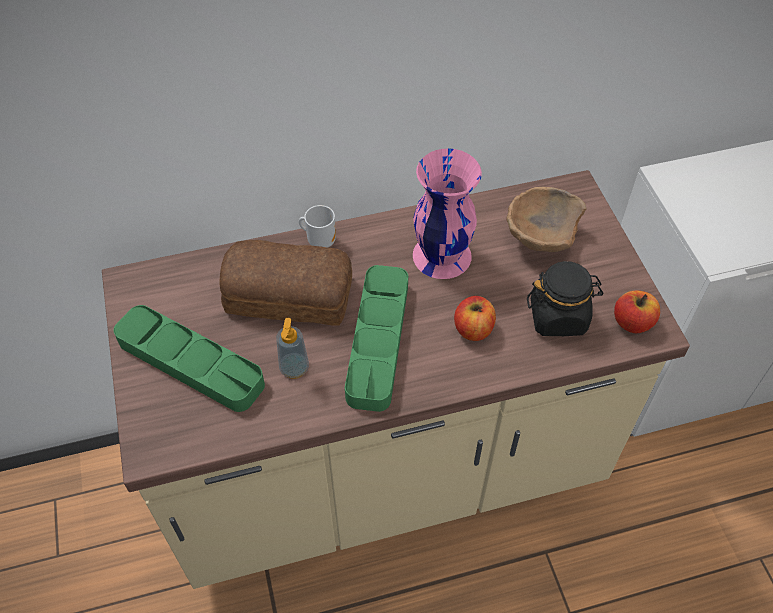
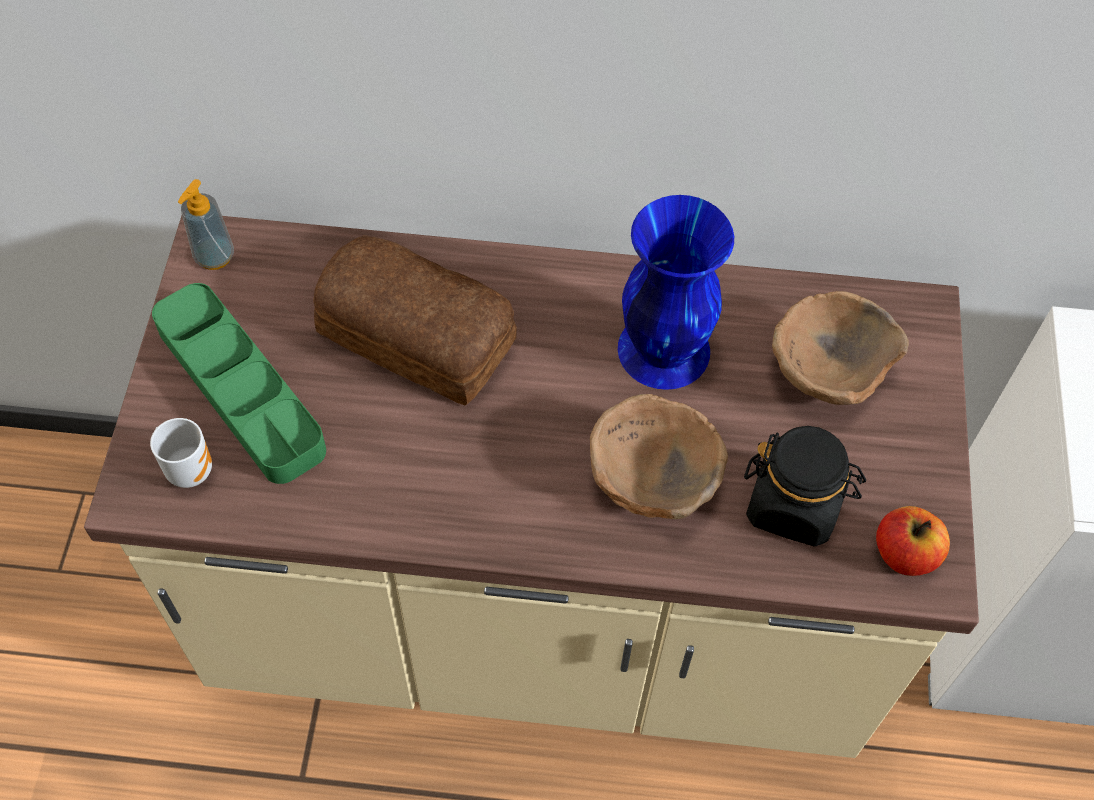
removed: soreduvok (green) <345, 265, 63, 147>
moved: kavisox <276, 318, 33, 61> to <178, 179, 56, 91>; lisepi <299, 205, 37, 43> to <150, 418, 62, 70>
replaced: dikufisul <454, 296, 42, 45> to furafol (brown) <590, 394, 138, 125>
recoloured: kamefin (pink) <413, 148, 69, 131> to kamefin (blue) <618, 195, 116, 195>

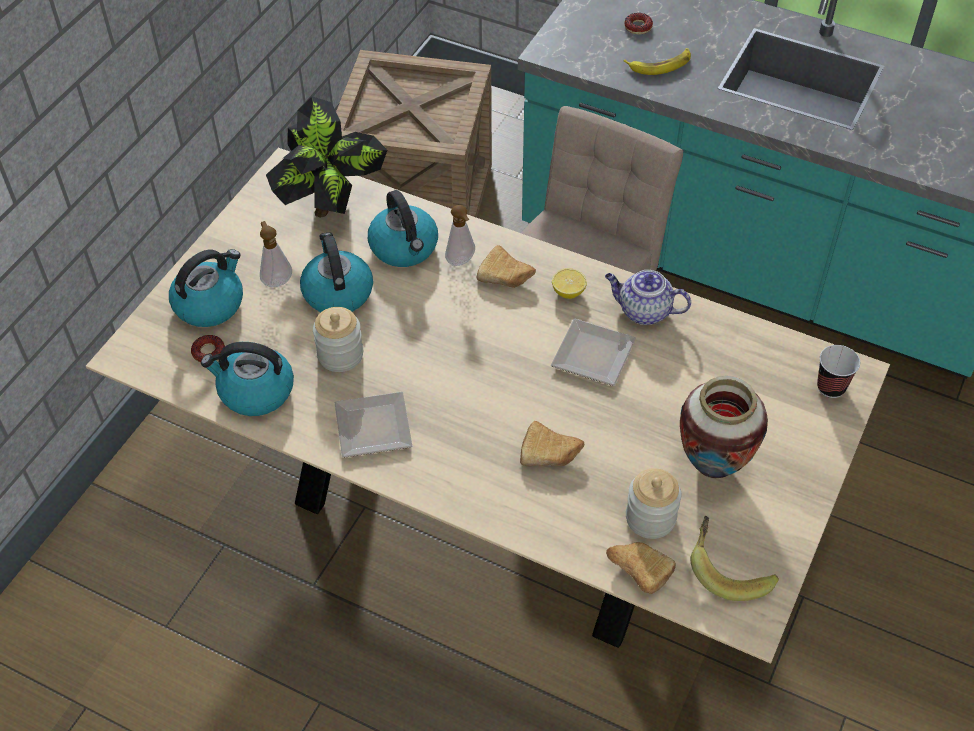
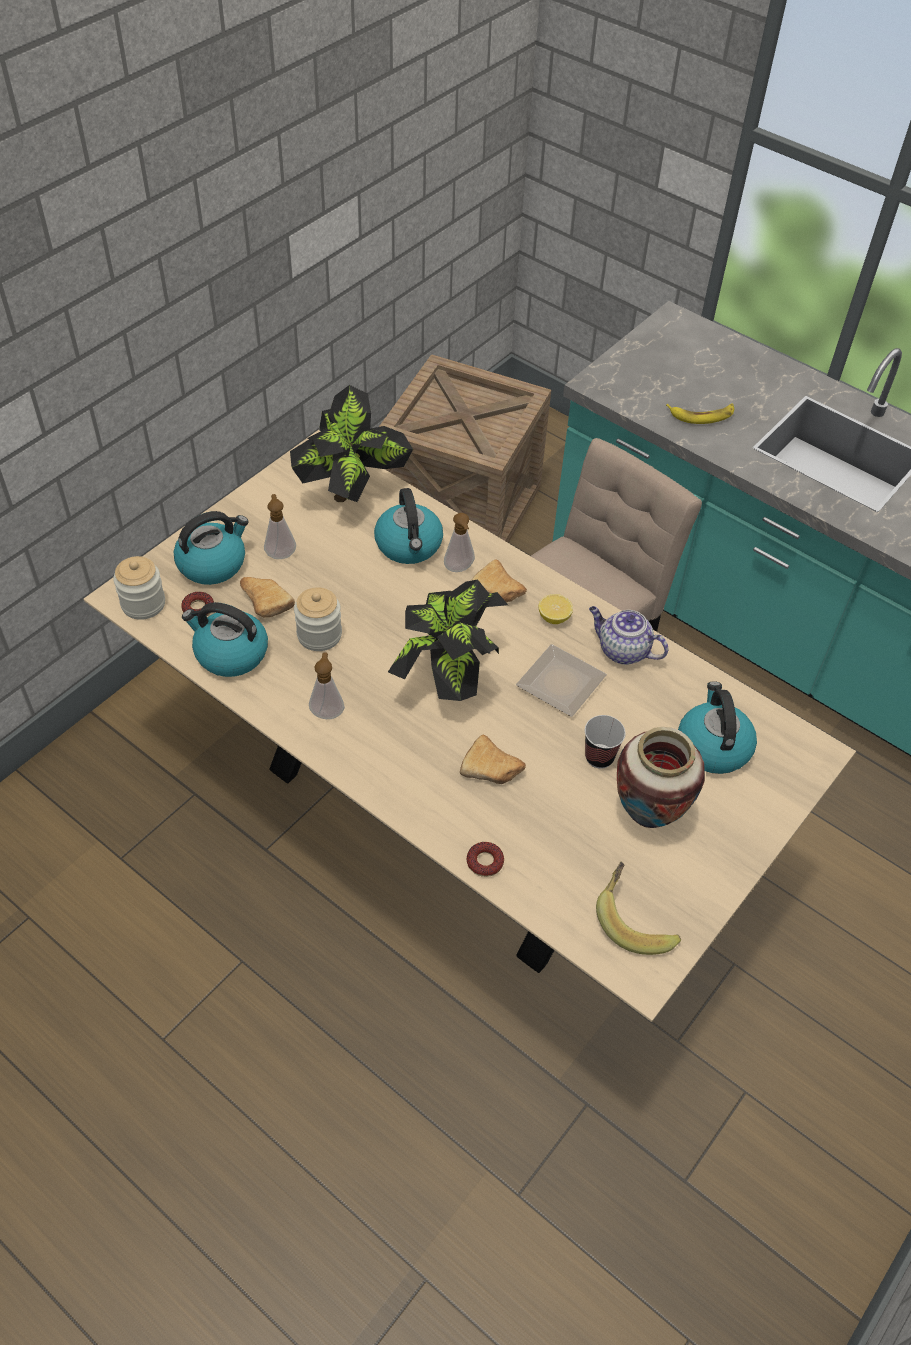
added: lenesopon <388, 579, 120, 122>
moved: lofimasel <300, 232, 73, 80> to <678, 681, 79, 93>; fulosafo <606, 542, 70, 52> to <240, 577, 55, 41>; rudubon <624, 13, 29, 21> to <467, 842, 37, 35>; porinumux <626, 468, 55, 71> to <113, 556, 52, 64>; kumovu <817, 345, 43, 53> to <585, 715, 41, 54>
replaced: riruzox <334, 392, 78, 66> to kavisox <309, 652, 36, 67>

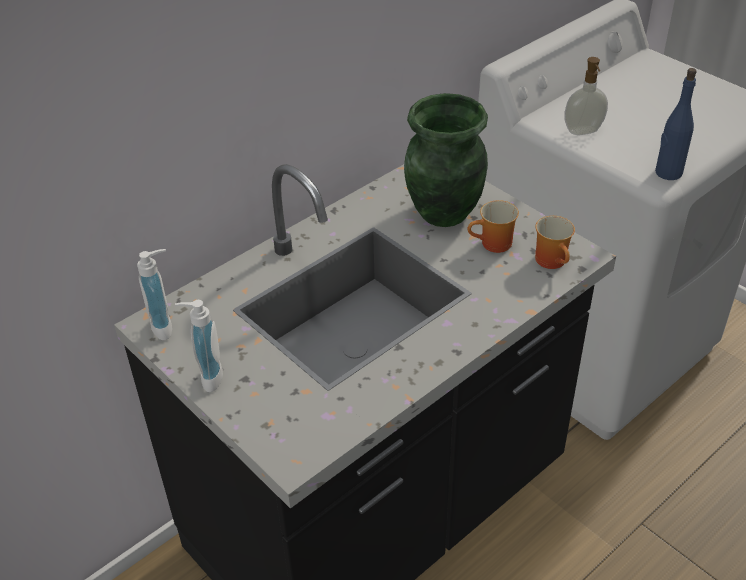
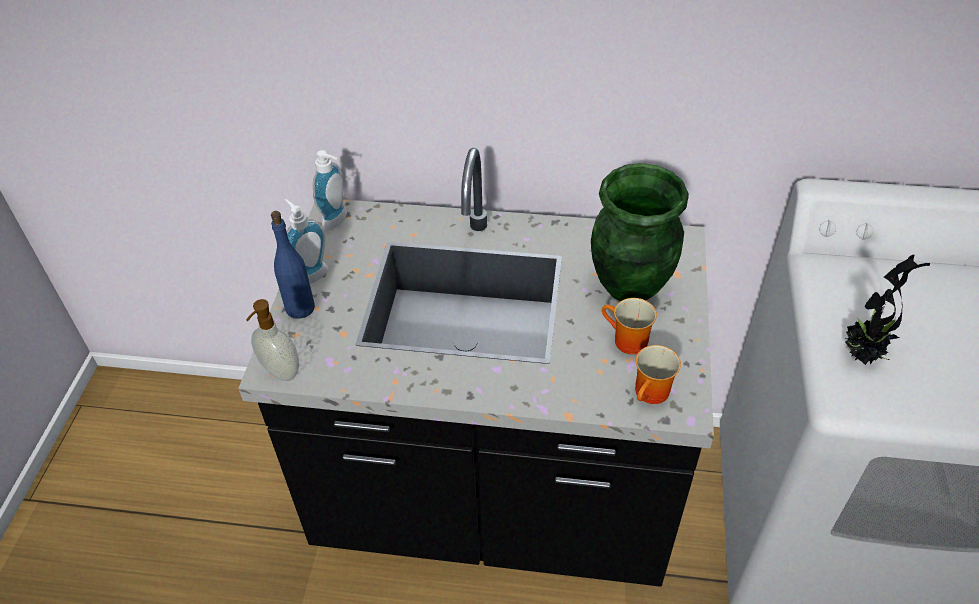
added: lenesopon <845, 255, 85, 110>
moved: kavisox <564, 57, 44, 78> to <246, 299, 54, 82>; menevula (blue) <655, 68, 42, 112> to <271, 211, 44, 108>

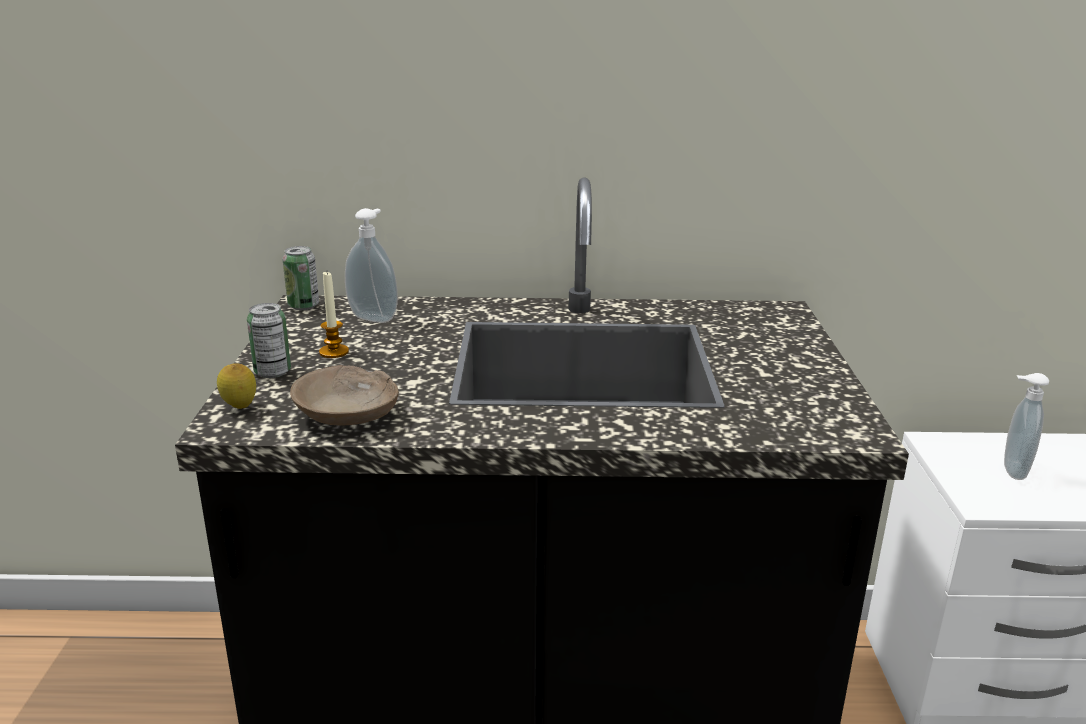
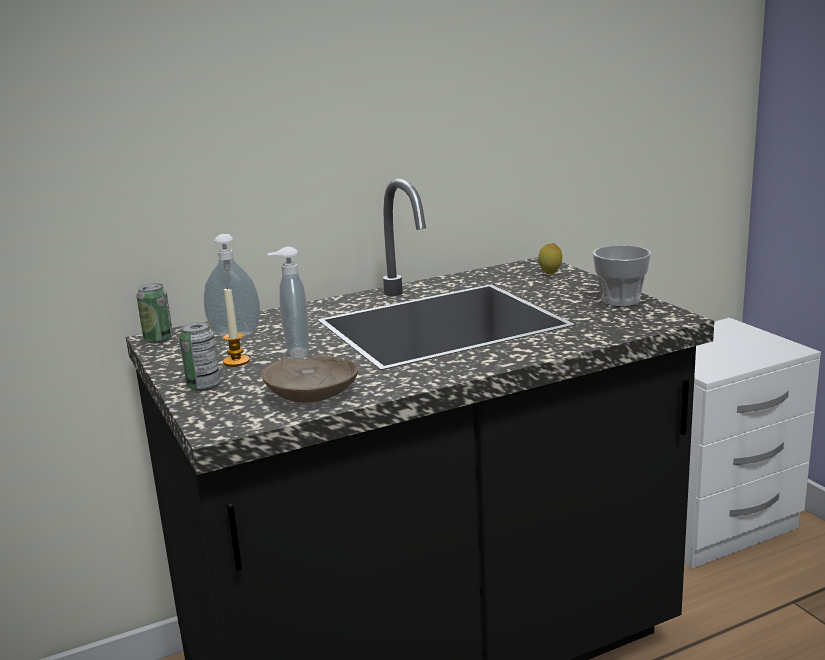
added: kumovu <593, 245, 58, 61>
moved: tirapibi <217, 363, 39, 46> to <538, 243, 24, 31>; kavisox <1004, 373, 45, 107> to <267, 246, 42, 113>

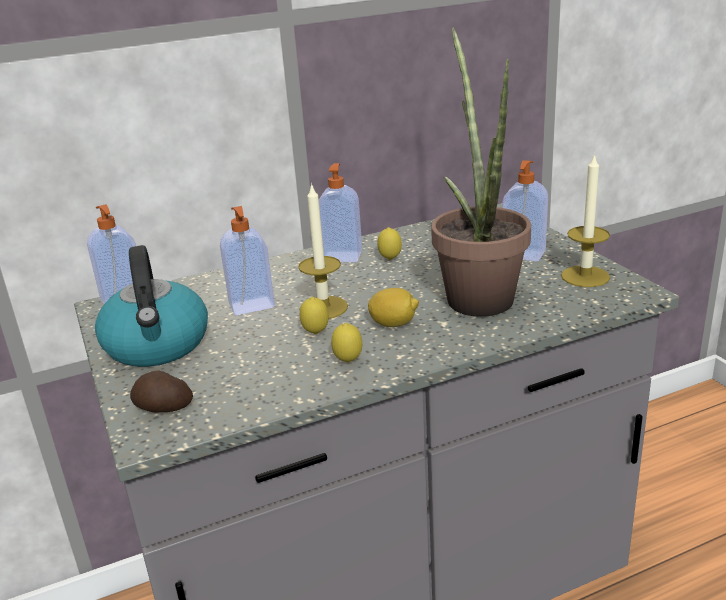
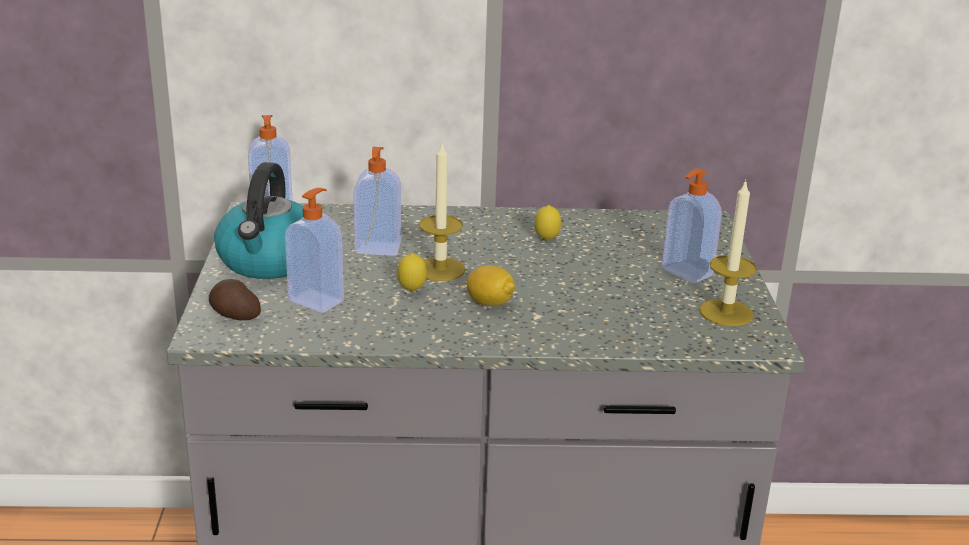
removed: tirapibi <331, 323, 31, 40>; lenesopon <431, 27, 100, 290>
moved: kavisox <319, 163, 43, 99> to <285, 188, 59, 125>

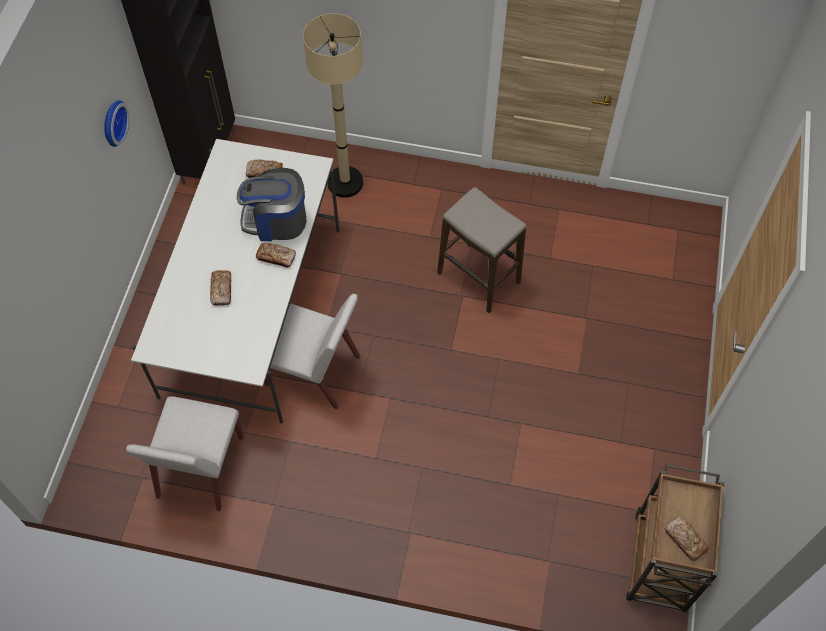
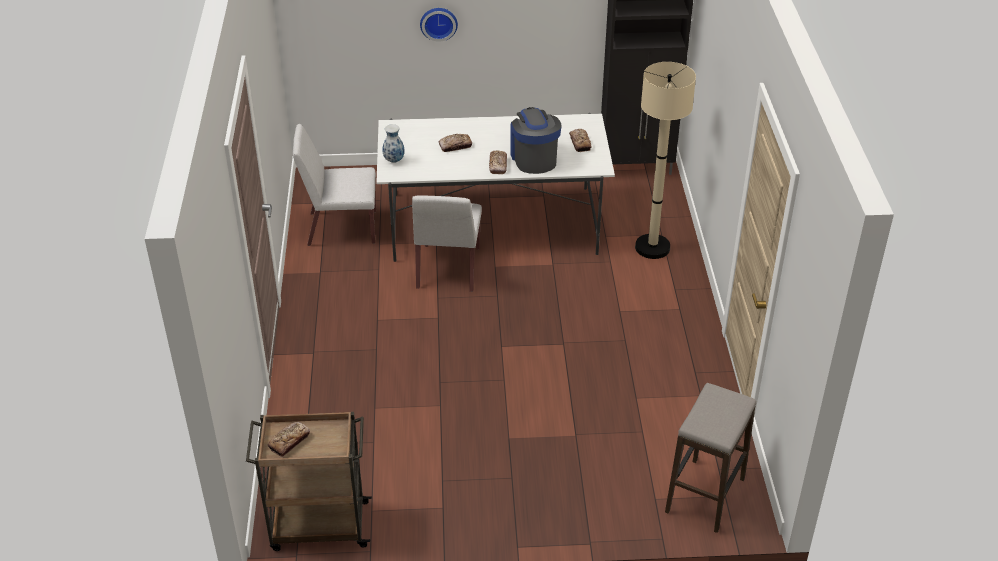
added: kamefin <382, 124, 23, 39>
moved: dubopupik <104, 100, 26, 47> to <420, 8, 38, 34>; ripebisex <437, 187, 89, 126> to <665, 383, 91, 150>

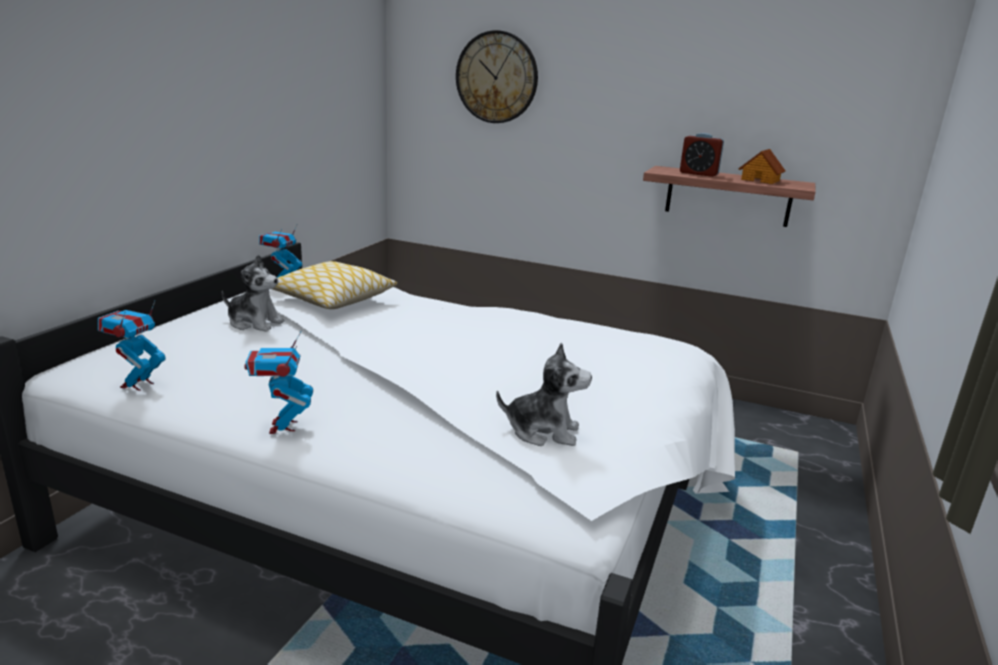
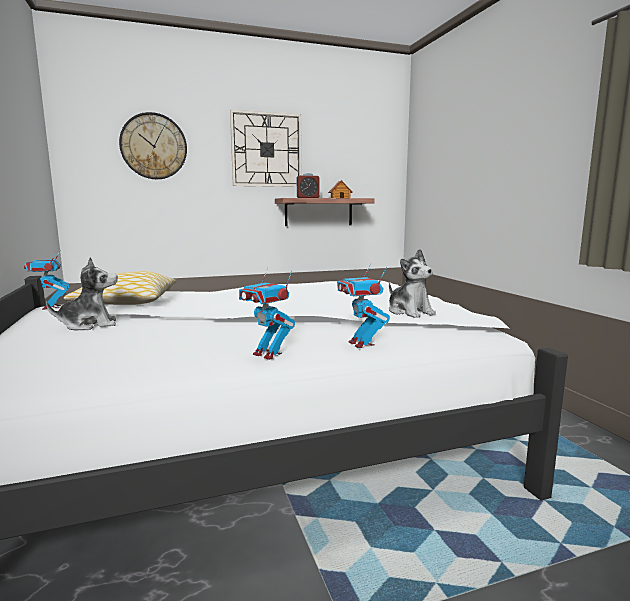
added: dubopupik <230, 110, 72, 77>
moved: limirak <98, 300, 68, 91> to <337, 264, 53, 84>
turned: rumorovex <496, 343, 96, 103> = <389, 249, 47, 69> 90 degrees clockwise

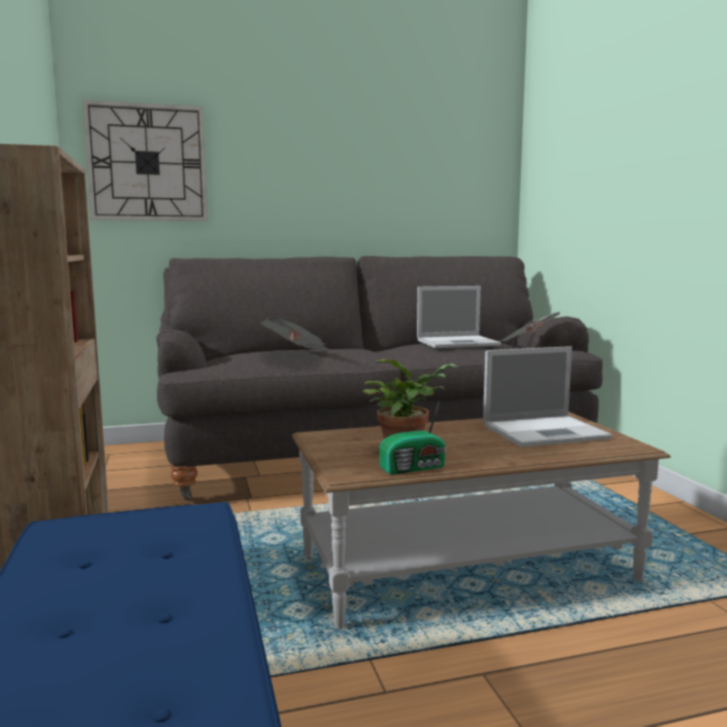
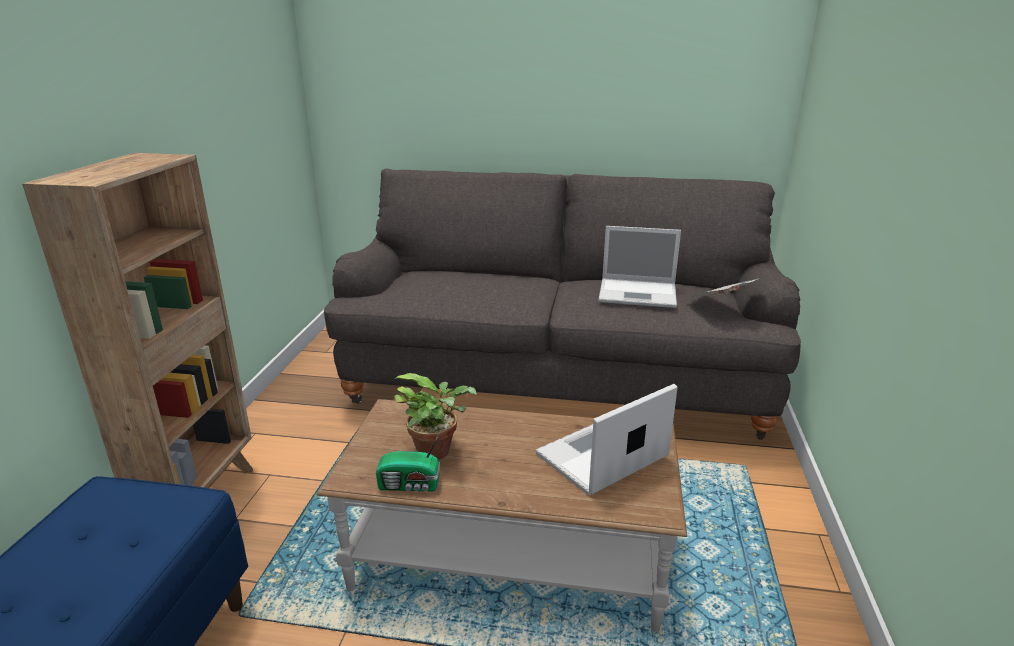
removed: dubopupik <83, 100, 125, 121>; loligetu <261, 317, 69, 34>
turned: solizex <483, 346, 129, 101> = <536, 384, 142, 112> 135 degrees clockwise

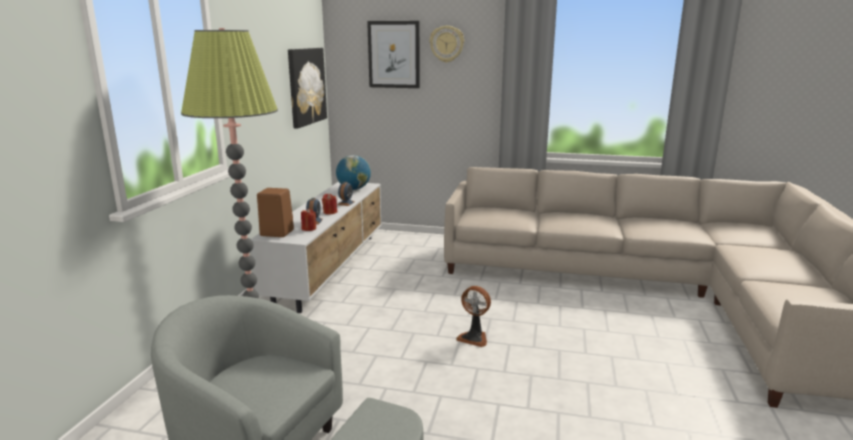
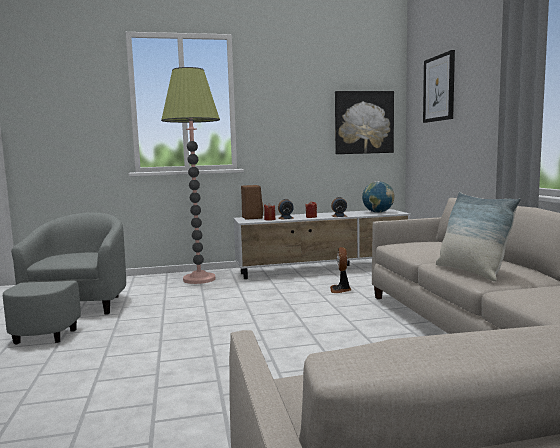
removed: dubopupik <429, 26, 35, 37>
added: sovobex <436, 192, 85, 90>
moved: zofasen <456, 286, 35, 61> to <330, 247, 21, 46>

